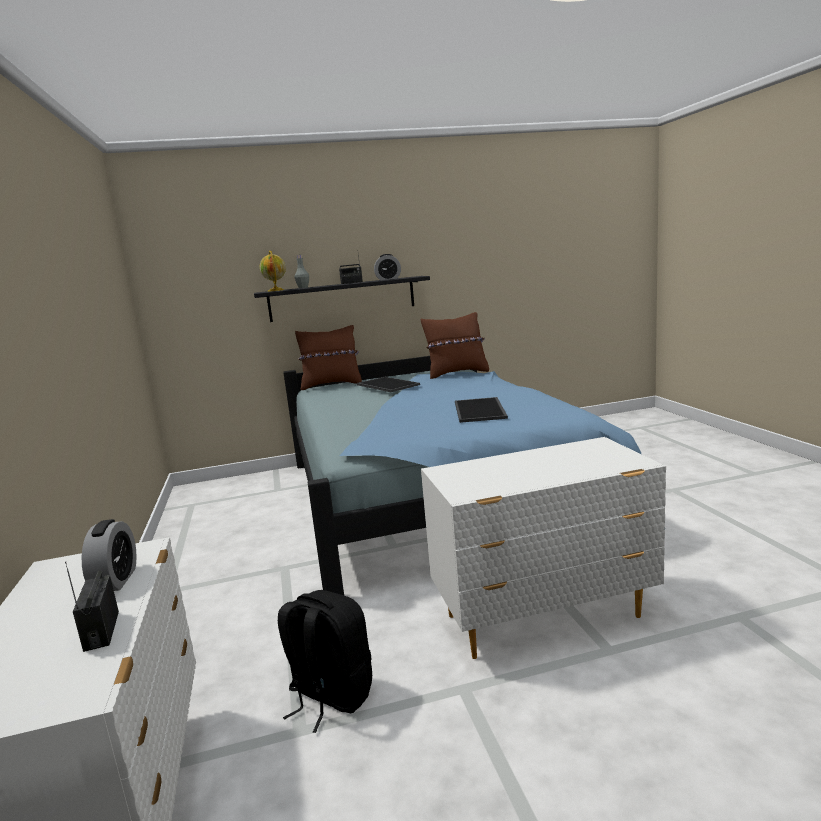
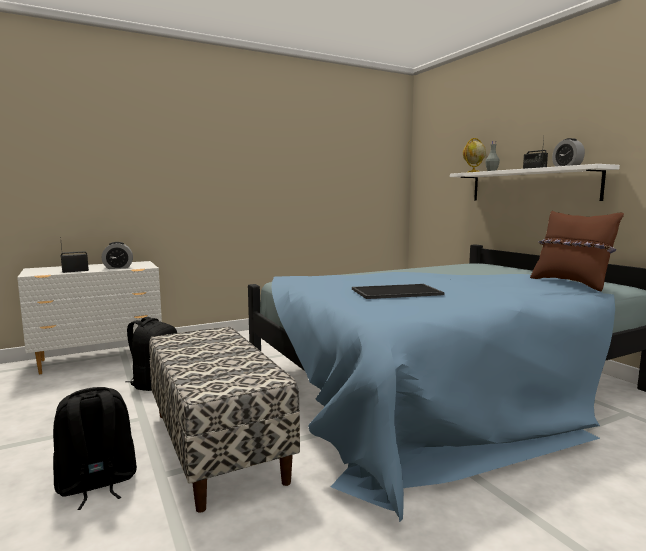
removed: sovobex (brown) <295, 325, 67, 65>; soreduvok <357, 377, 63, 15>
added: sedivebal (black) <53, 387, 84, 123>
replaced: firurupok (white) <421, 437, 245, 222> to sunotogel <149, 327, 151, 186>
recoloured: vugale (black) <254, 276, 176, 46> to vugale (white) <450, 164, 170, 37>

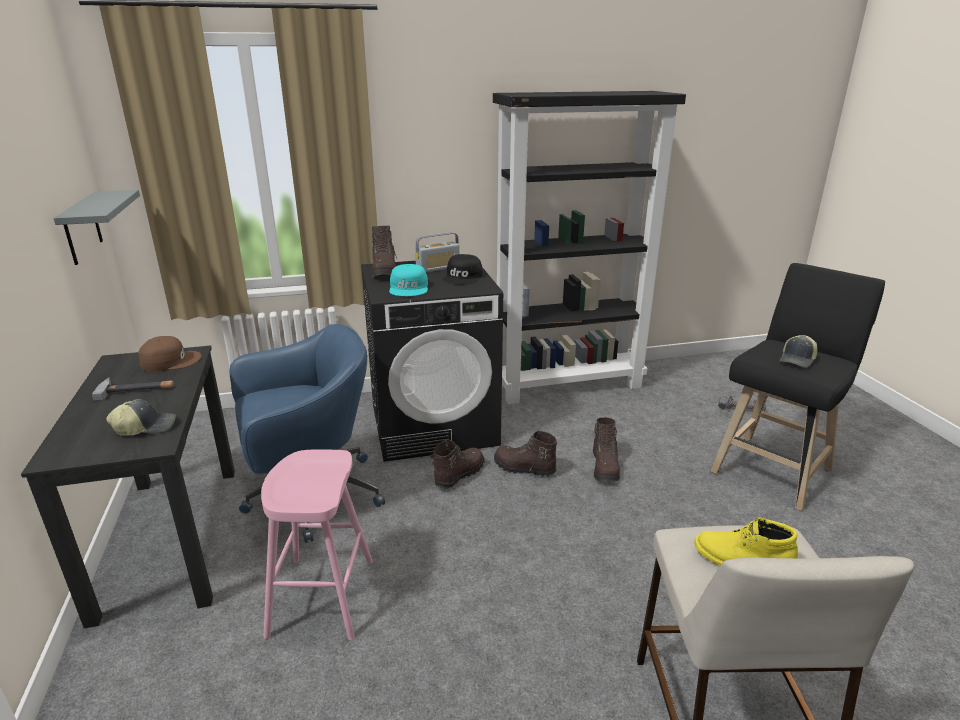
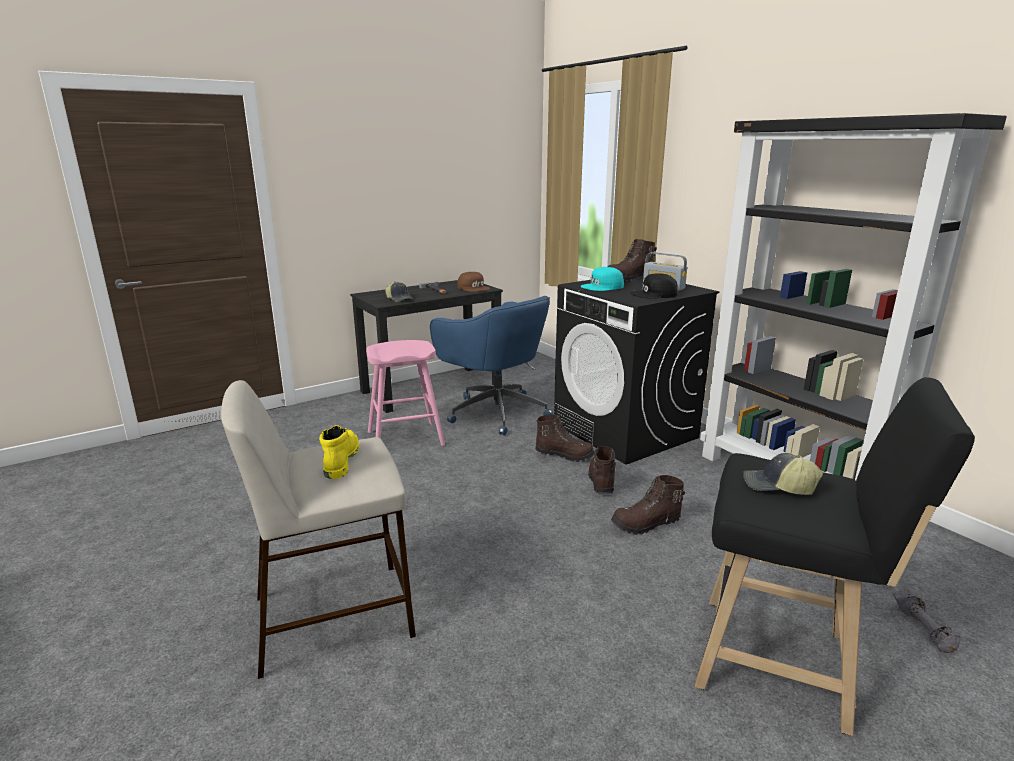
removed: vugale (grey) <53, 190, 87, 75>

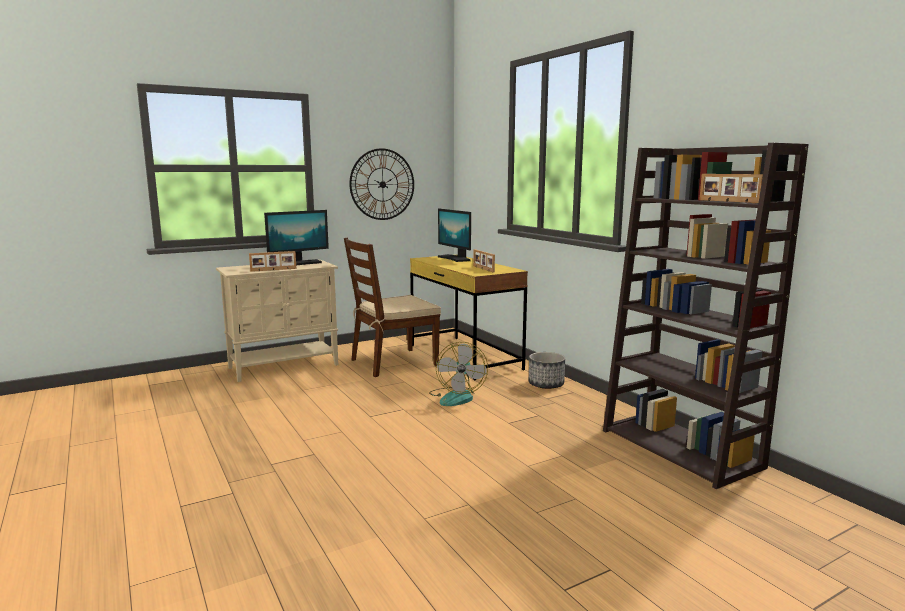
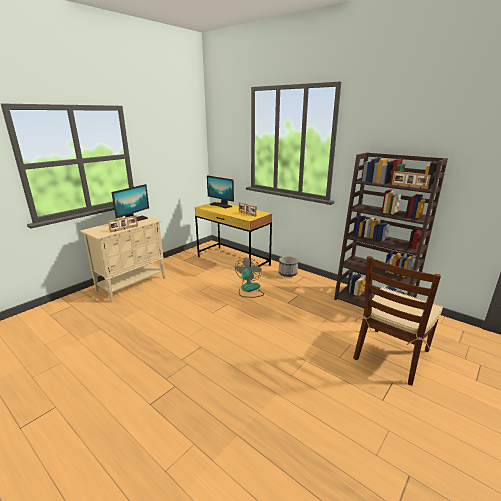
removed: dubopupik <349, 148, 65, 72>
moved: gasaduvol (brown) <344, 238, 97, 139> to <353, 256, 90, 130>
turned: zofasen <429, 342, 59, 64> = <235, 258, 29, 40> 150 degrees counterclockwise

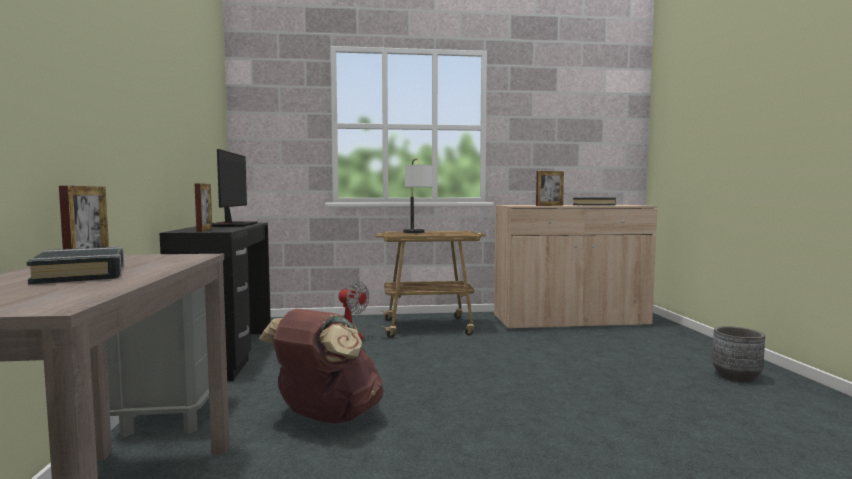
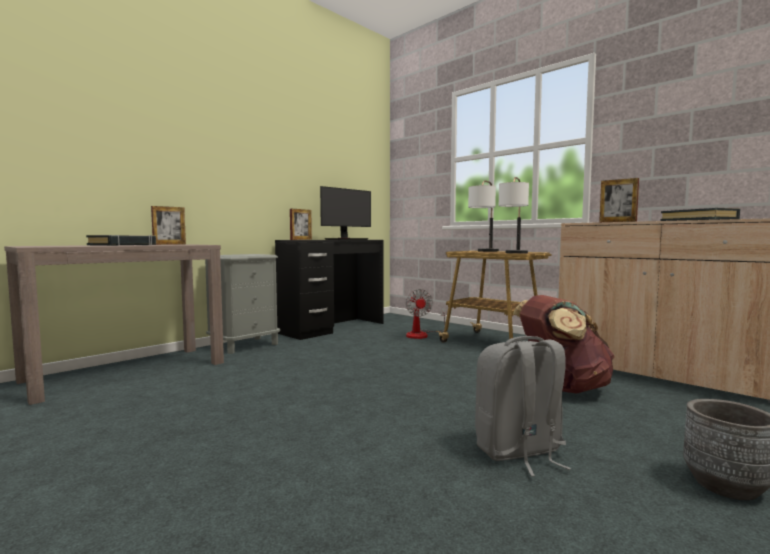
added: sedivebal (grey) <475, 336, 96, 141>; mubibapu <499, 177, 30, 77>
moved: sedivebal (brown) <259, 309, 125, 114> to <513, 295, 102, 99>

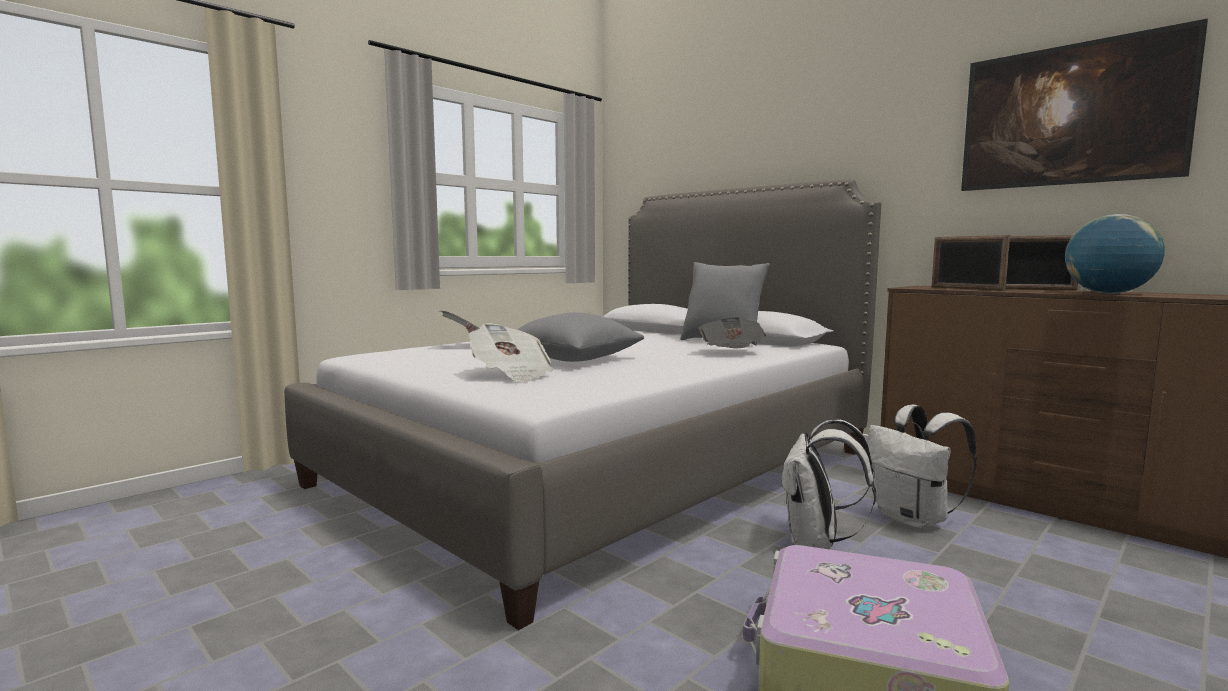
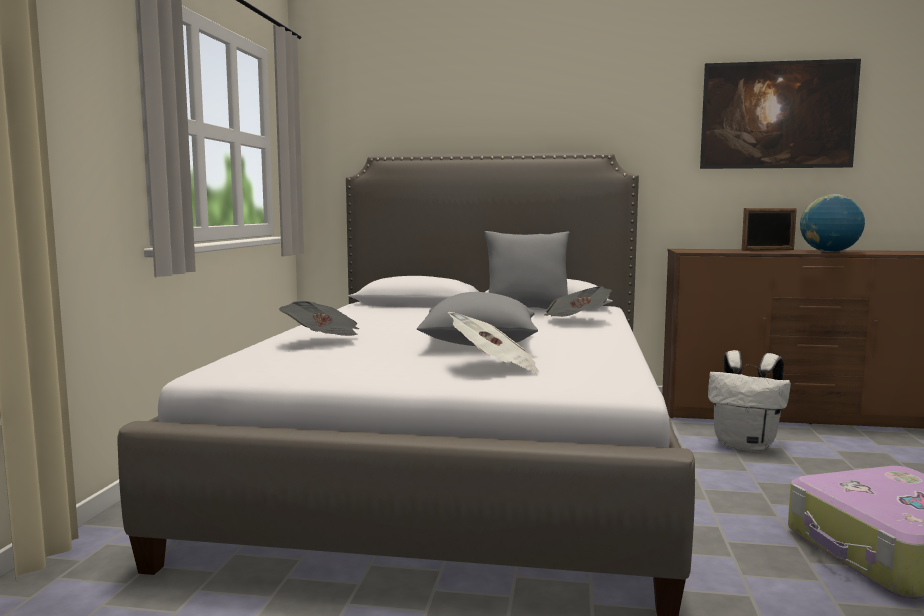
removed: sedivebal (white) <780, 419, 96, 130>; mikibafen <931, 235, 79, 56>

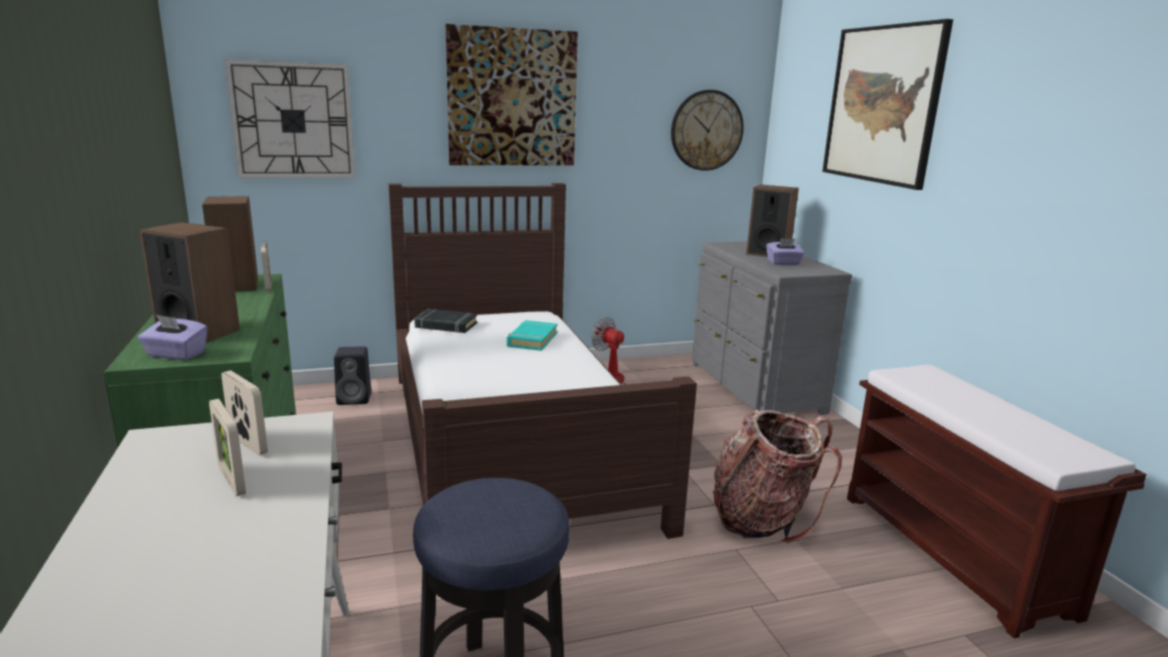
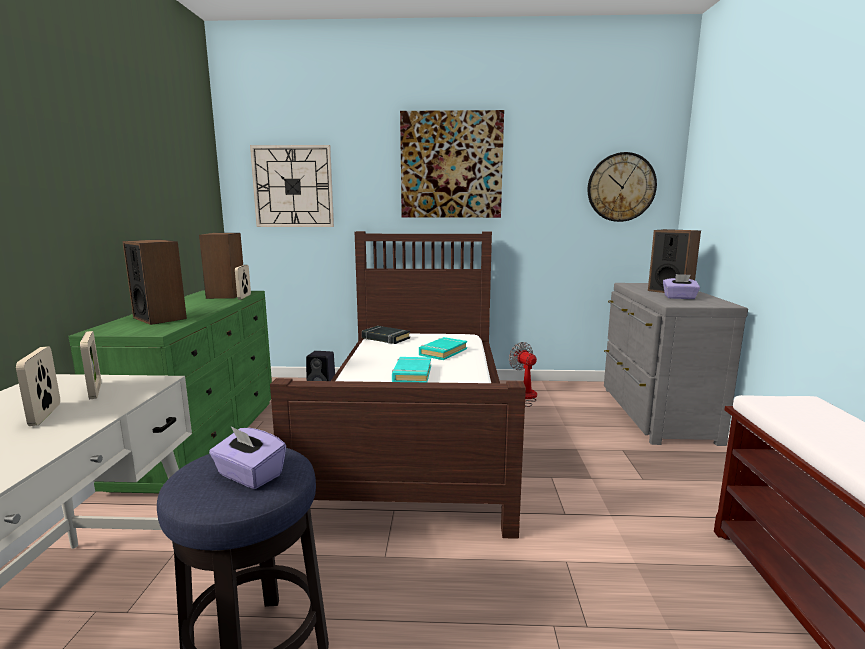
removed: sedivebal <713, 410, 129, 133>; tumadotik <822, 19, 131, 171>
added: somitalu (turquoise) <392, 357, 39, 25>
moved: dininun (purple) <138, 315, 69, 45> to <209, 426, 77, 63>

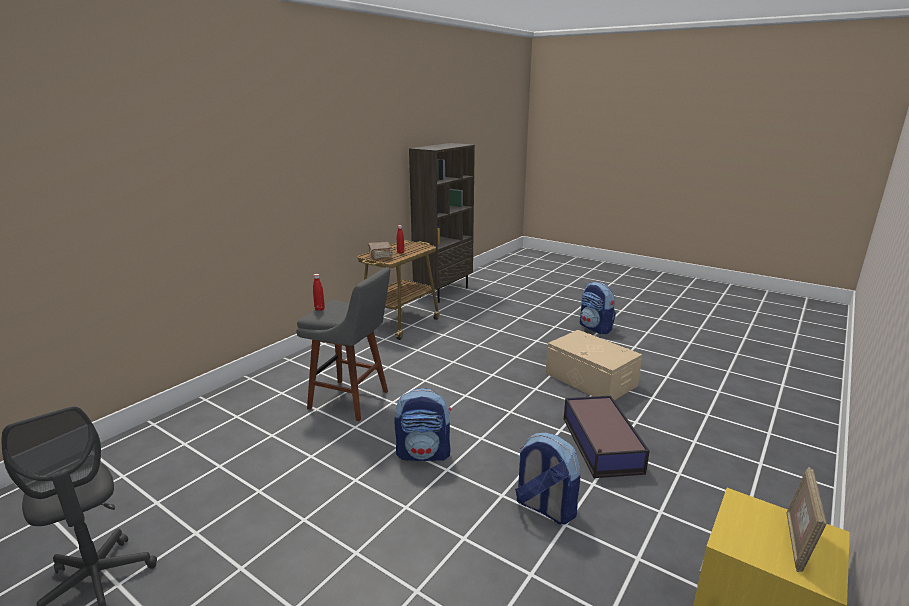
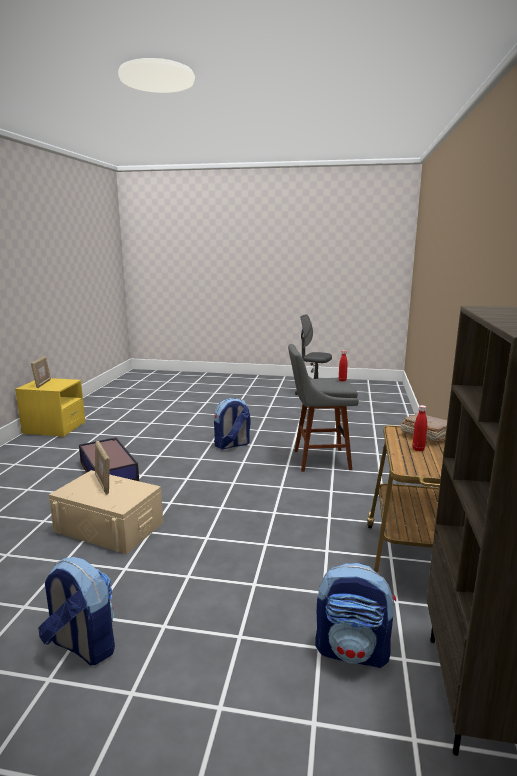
added: mikibafen <95, 441, 15, 54>
moved: sedivebal <515, 433, 65, 92> to <315, 563, 81, 105>

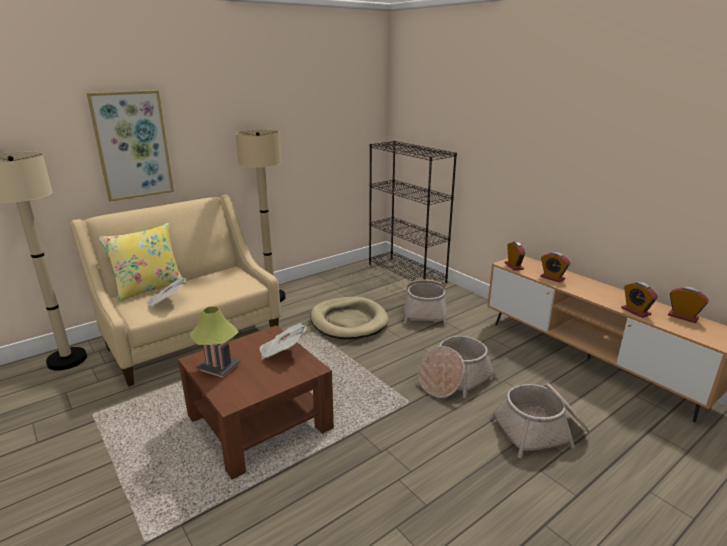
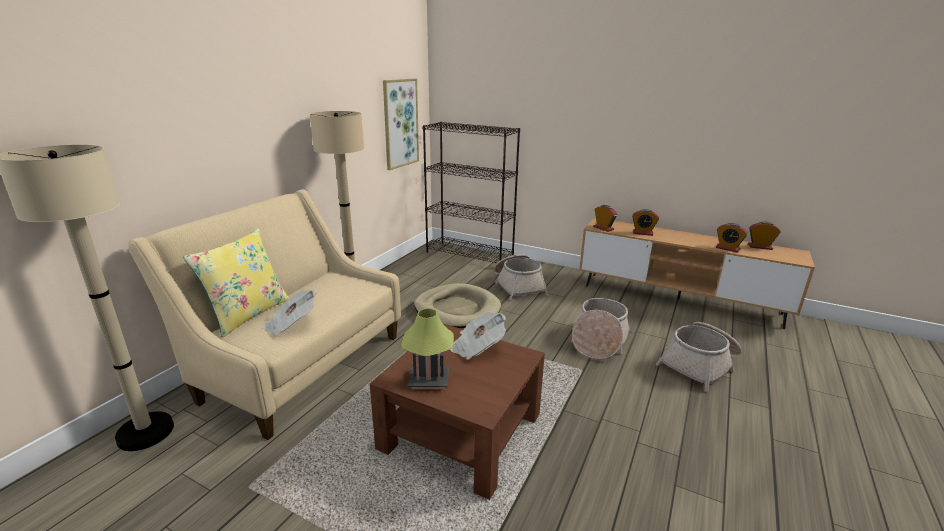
moved: tumadotik <87, 90, 87, 112> to <383, 79, 36, 91>

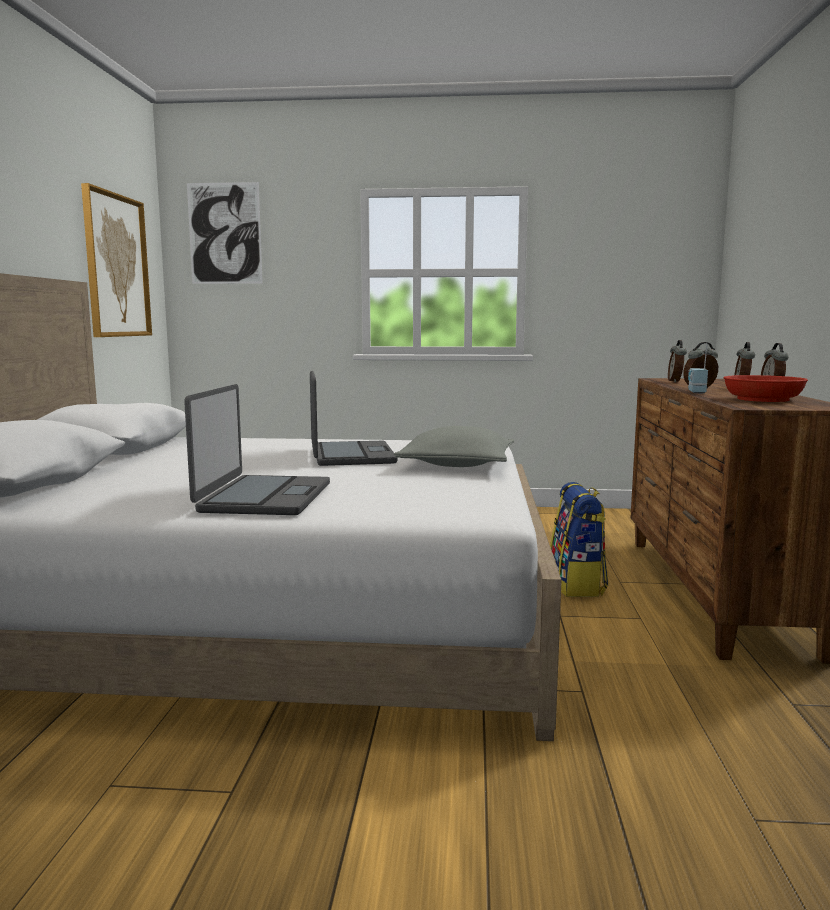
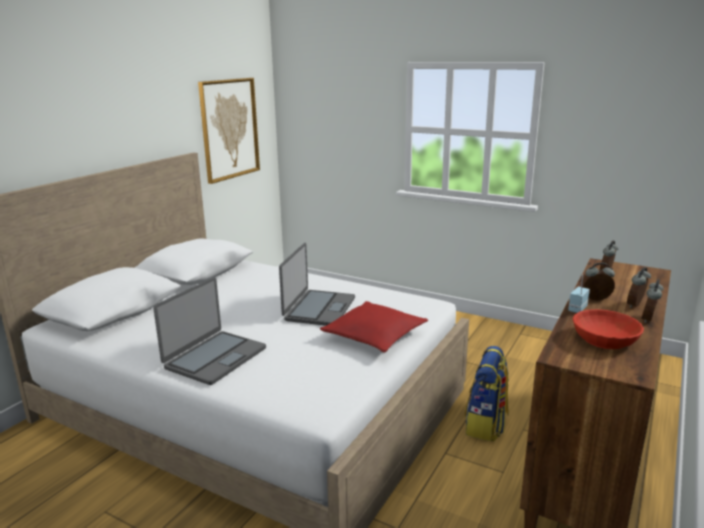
removed: tumadotik <187, 182, 76, 102>
recoloured: sovobex (grey) <394, 426, 120, 41> to sovobex (red) <320, 301, 108, 51>

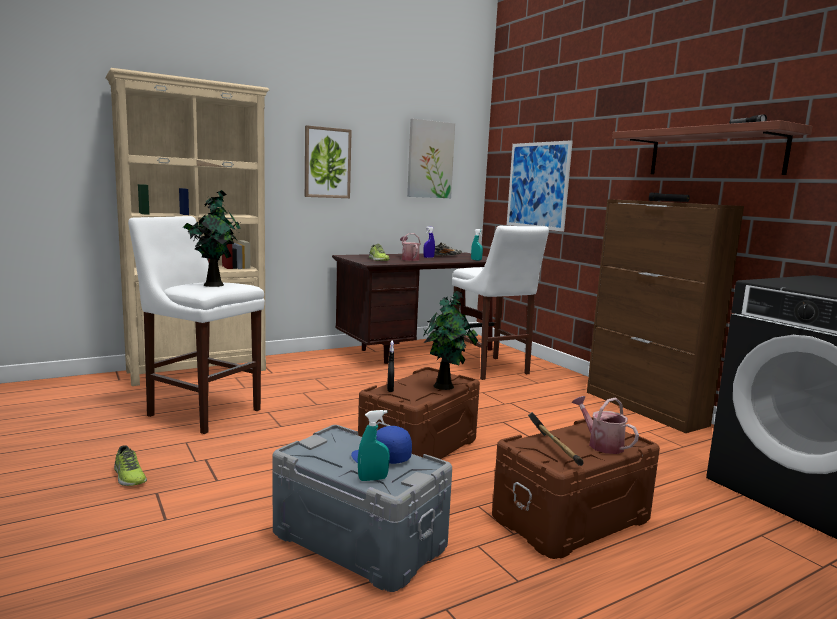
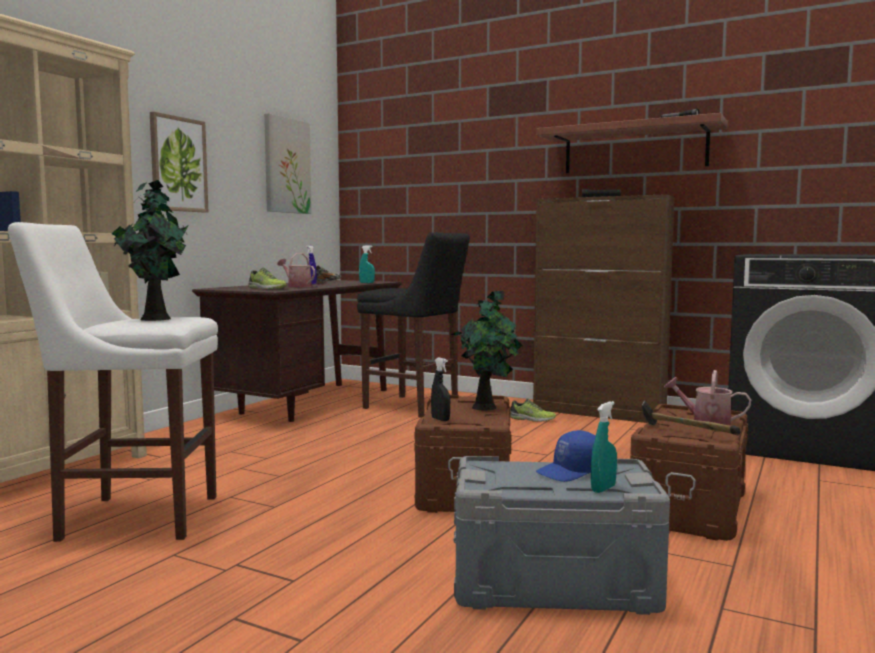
removed: tumadotik <507, 140, 66, 92>
moved: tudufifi <114, 445, 33, 41> to <510, 399, 46, 23>
recoloured: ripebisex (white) <452, 226, 97, 154> to ripebisex (black) <357, 232, 113, 185>

